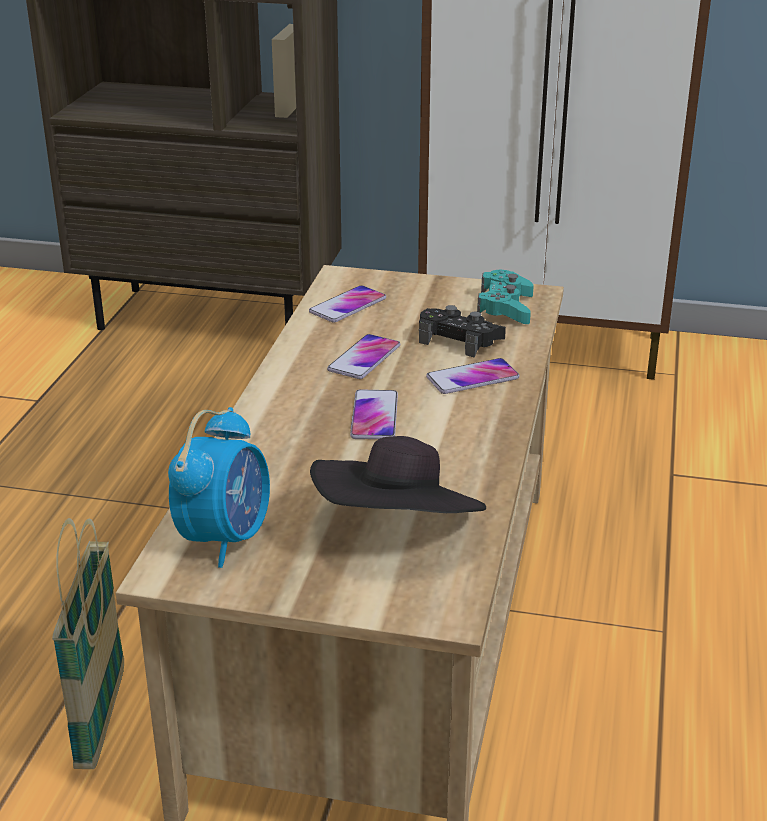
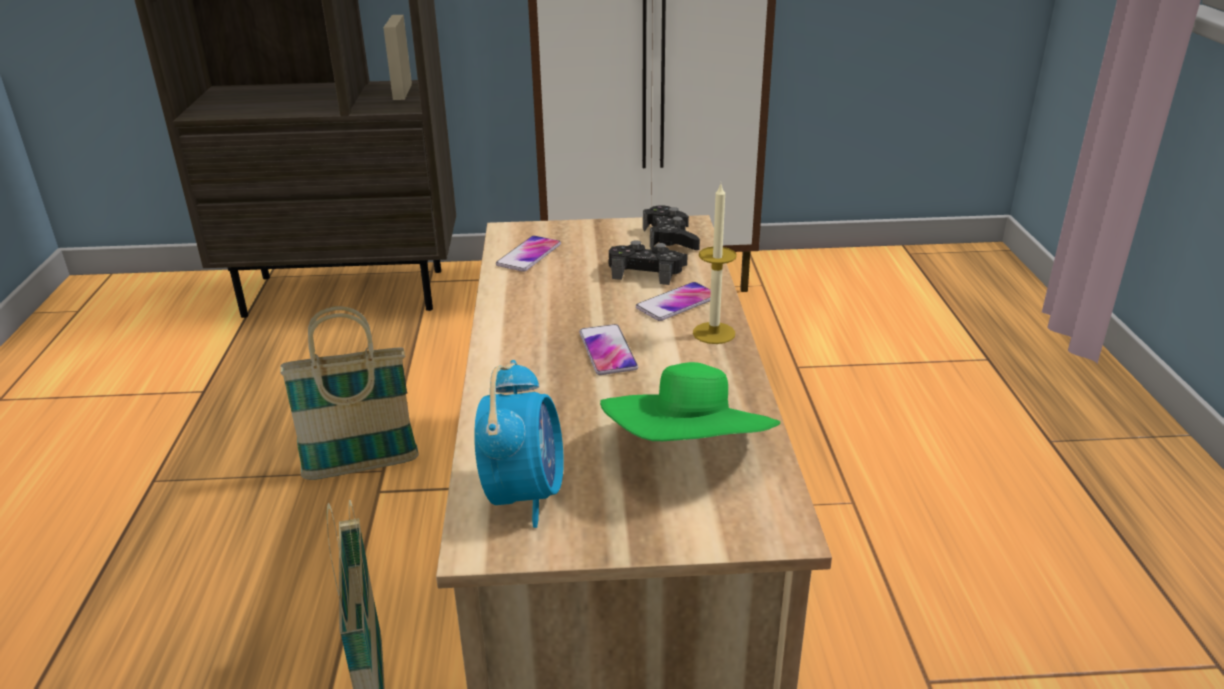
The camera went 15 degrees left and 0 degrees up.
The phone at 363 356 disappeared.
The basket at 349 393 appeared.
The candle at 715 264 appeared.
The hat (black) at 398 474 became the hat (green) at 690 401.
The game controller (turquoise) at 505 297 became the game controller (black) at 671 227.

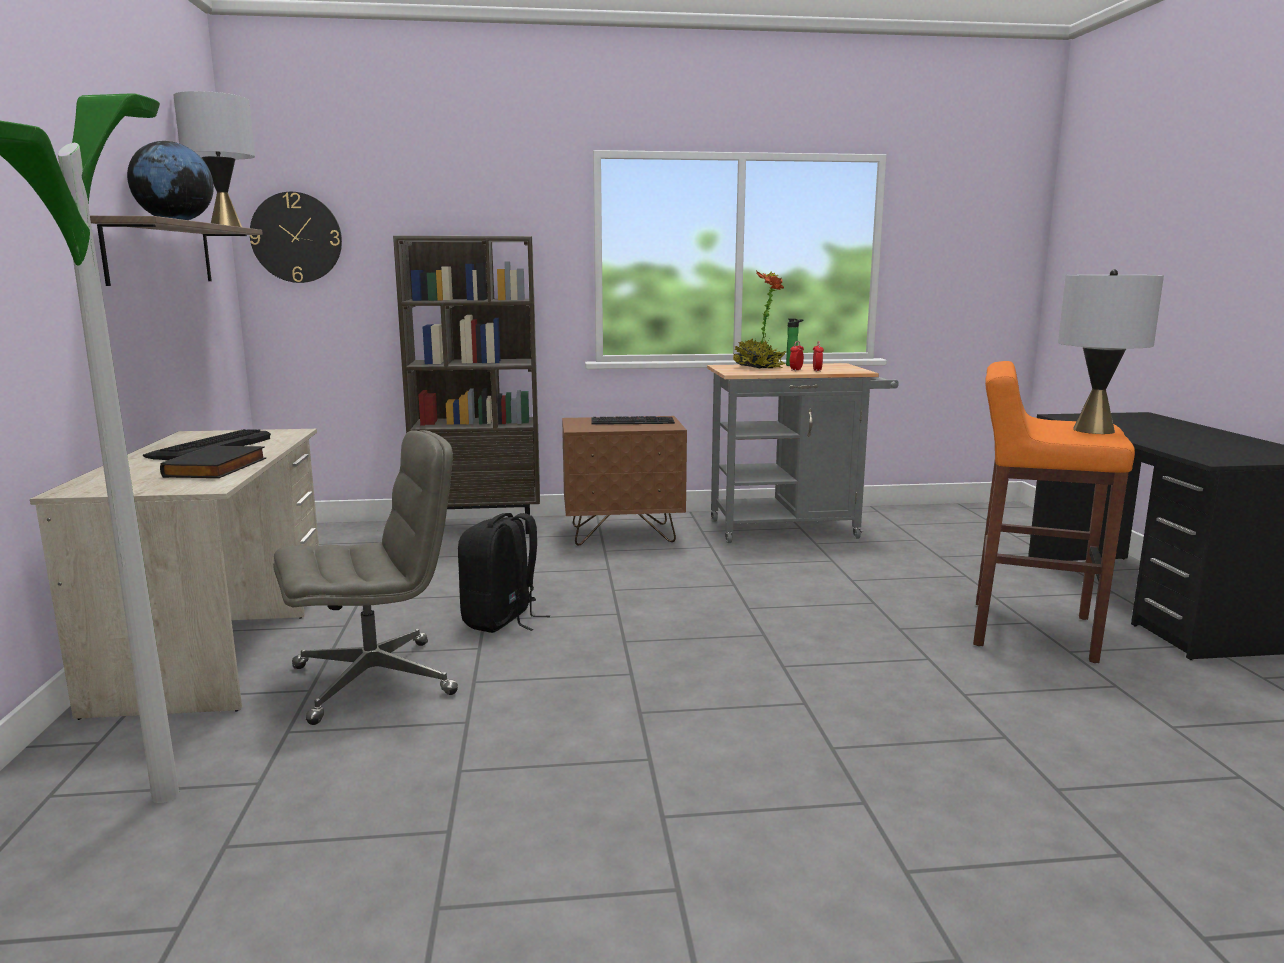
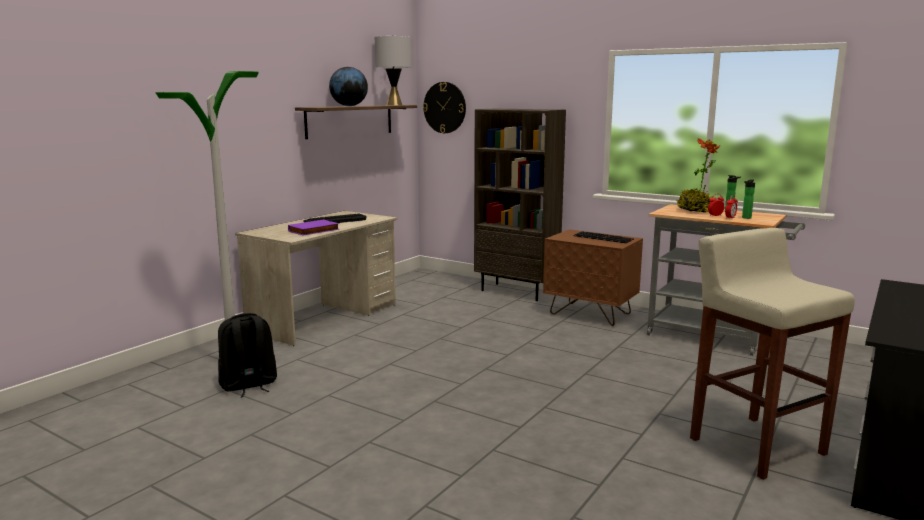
The camera went 40 degrees right and 0 degrees up.
The office chair (grey) at 365 577 disappeared.
The table lamp (grey) at 1111 351 disappeared.
The bottle at 748 199 appeared.
The backpack (black) moved from 504 573 to 247 355.
The book (black) at 213 461 became the book (purple) at 314 228.
The stool (orange) at 1054 512 became the stool (beige) at 772 354.

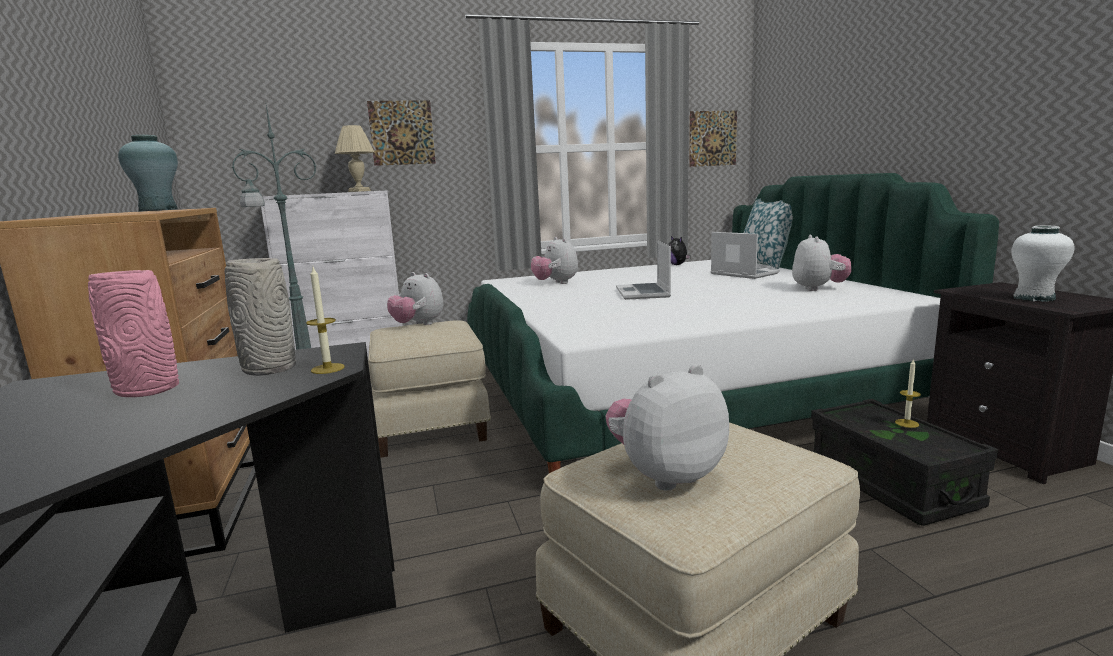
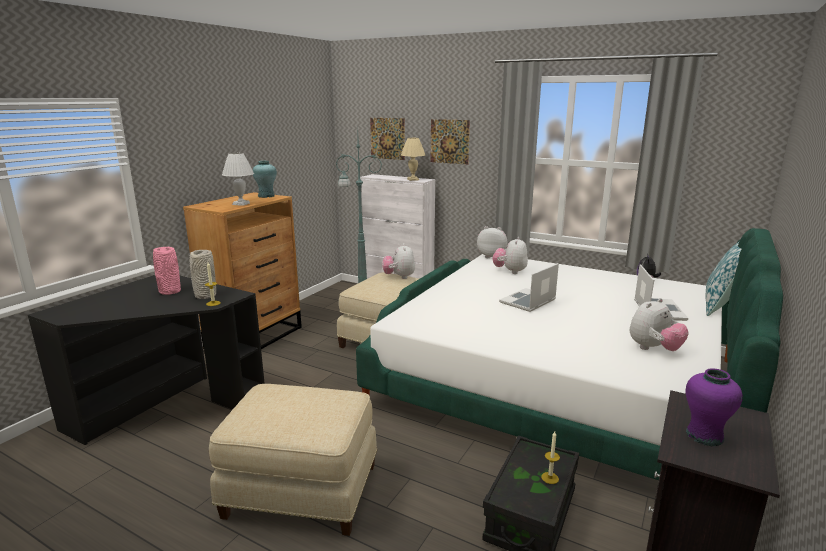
The camera went 45 degrees right and 5 degrees up.
The table lamp (white) at 238 179 appeared.
The plush toy moved from 667 427 to 492 242.
The picture moved from 713 139 to 387 139.
The vase (white) at 1043 263 became the vase (purple) at 714 407.

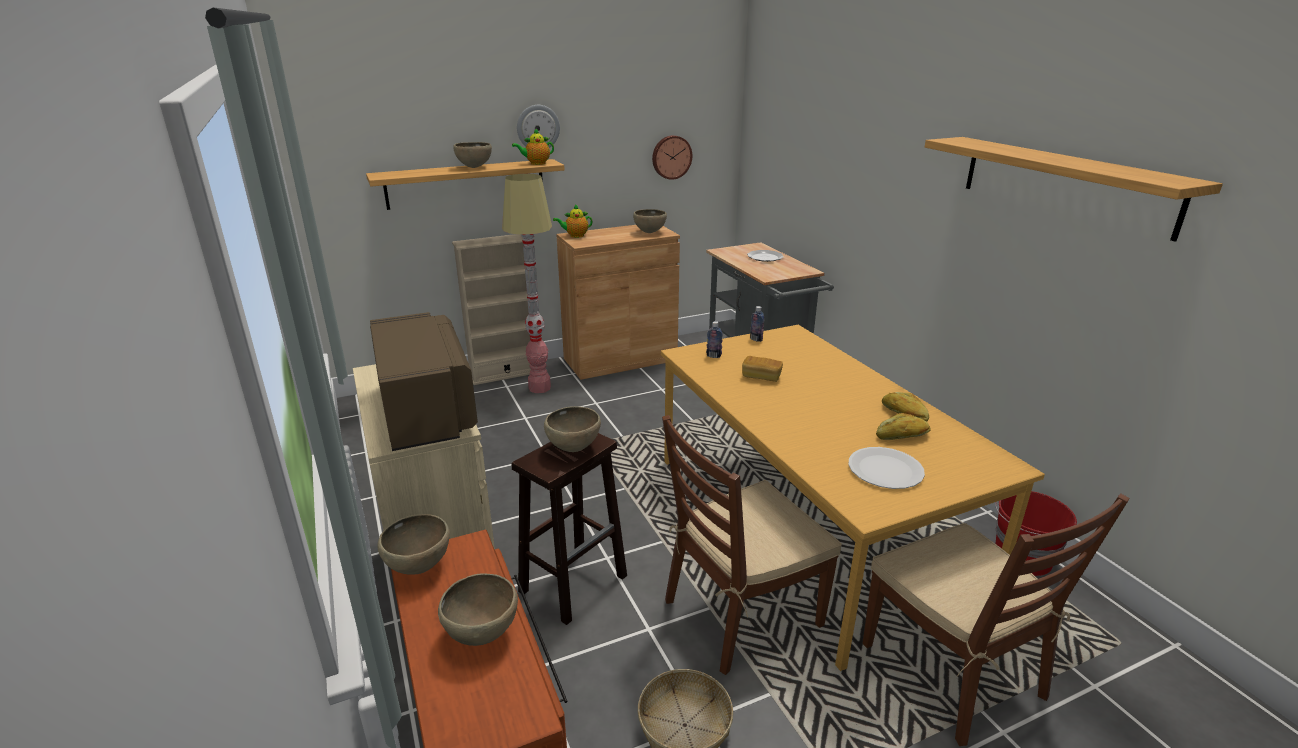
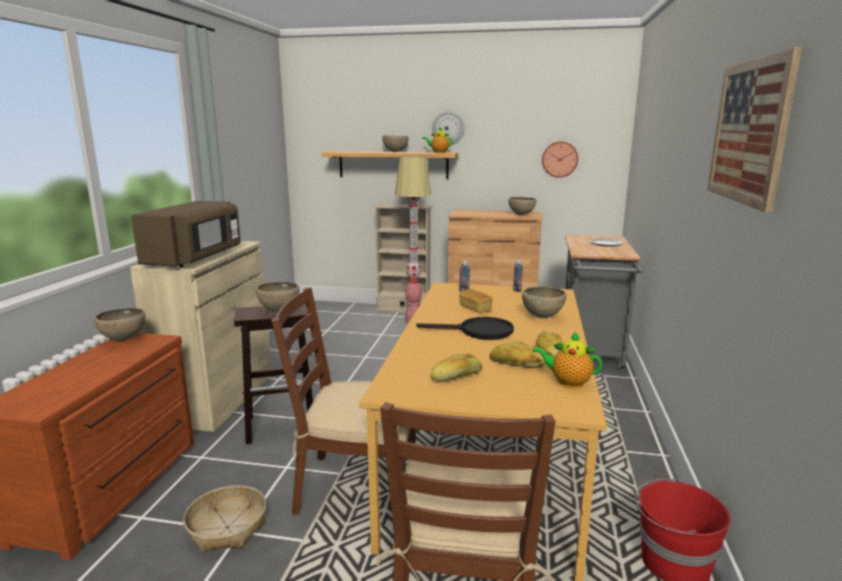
The camera went 35 degrees right and 10 degrees down.
The frying pan (black) at 465 328 appeared.
The bowl (brown) moved from 478 609 to 544 302.
The teapot moved from 572 221 to 567 359.
The plate (white) at 886 468 was replaced by the bread at 456 367.
The shelf at 1074 189 was replaced by the picture at 754 130.

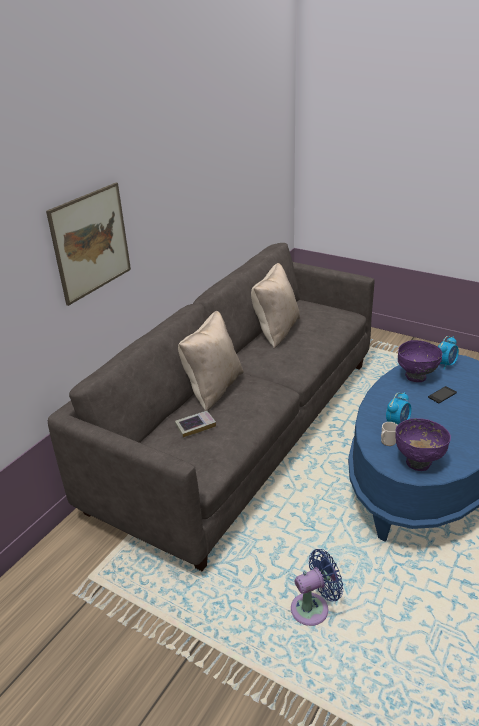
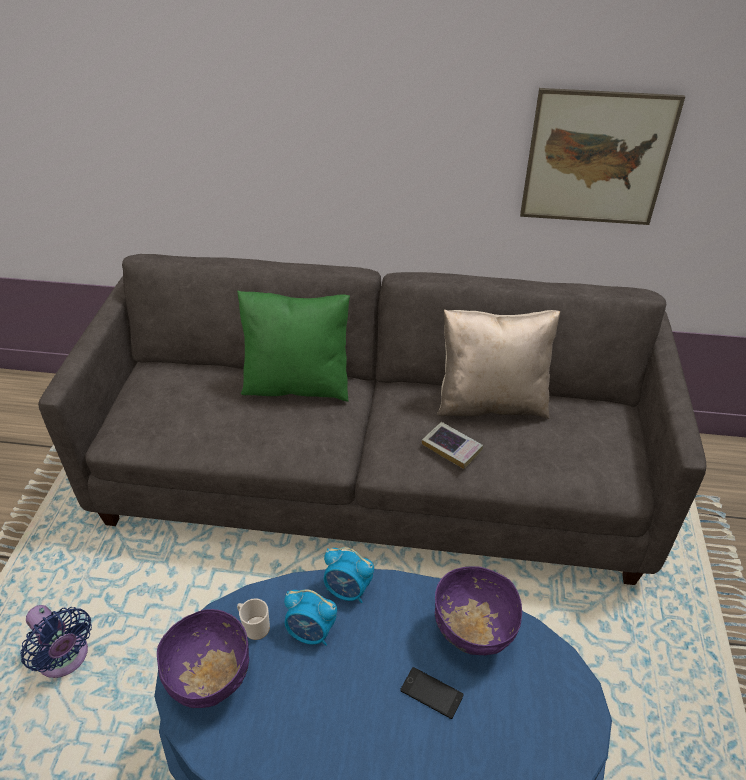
The camera went 65 degrees right and 10 degrees up.
The picture moved from 88 244 to 602 156.
The book moved from 195 424 to 452 445.
The alarm clock moved from 448 353 to 349 575.
The pillow (beige) at 211 361 became the pillow (green) at 293 346.

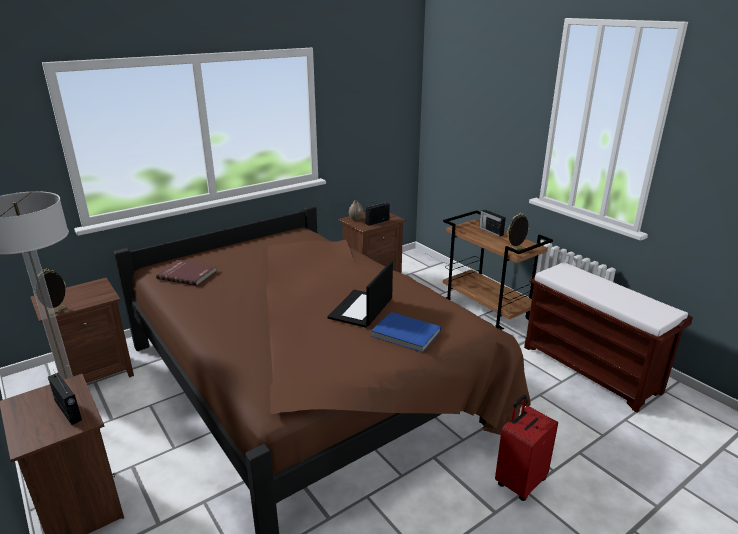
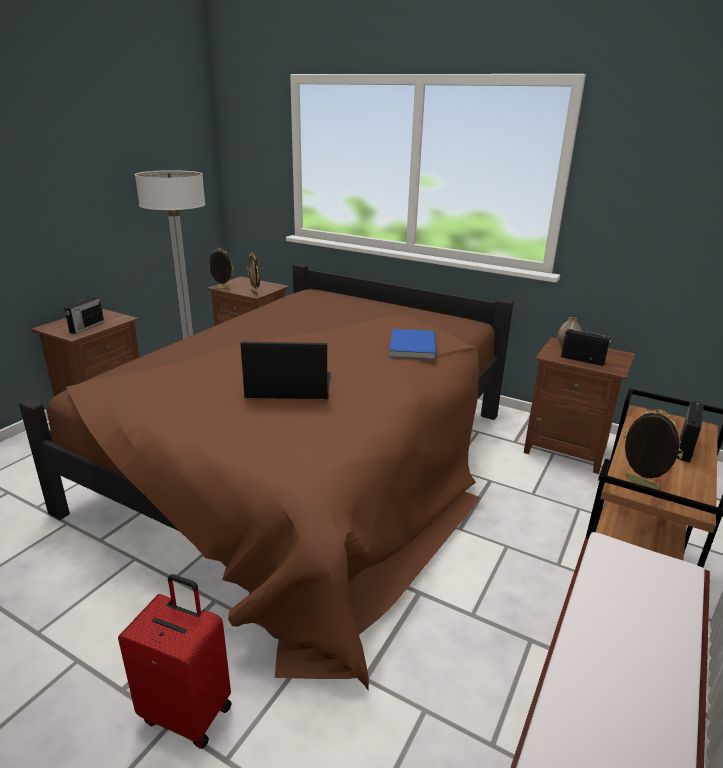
The camera went 65 degrees right and 0 degrees up.
The book (red) at 186 273 disappeared.
The picture frame at 253 274 appeared.
The book (blue) moved from 406 332 to 412 344.

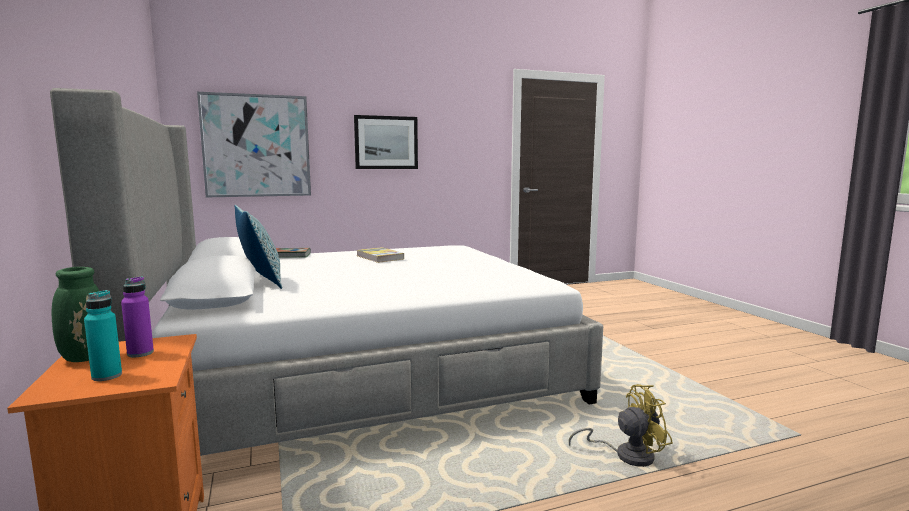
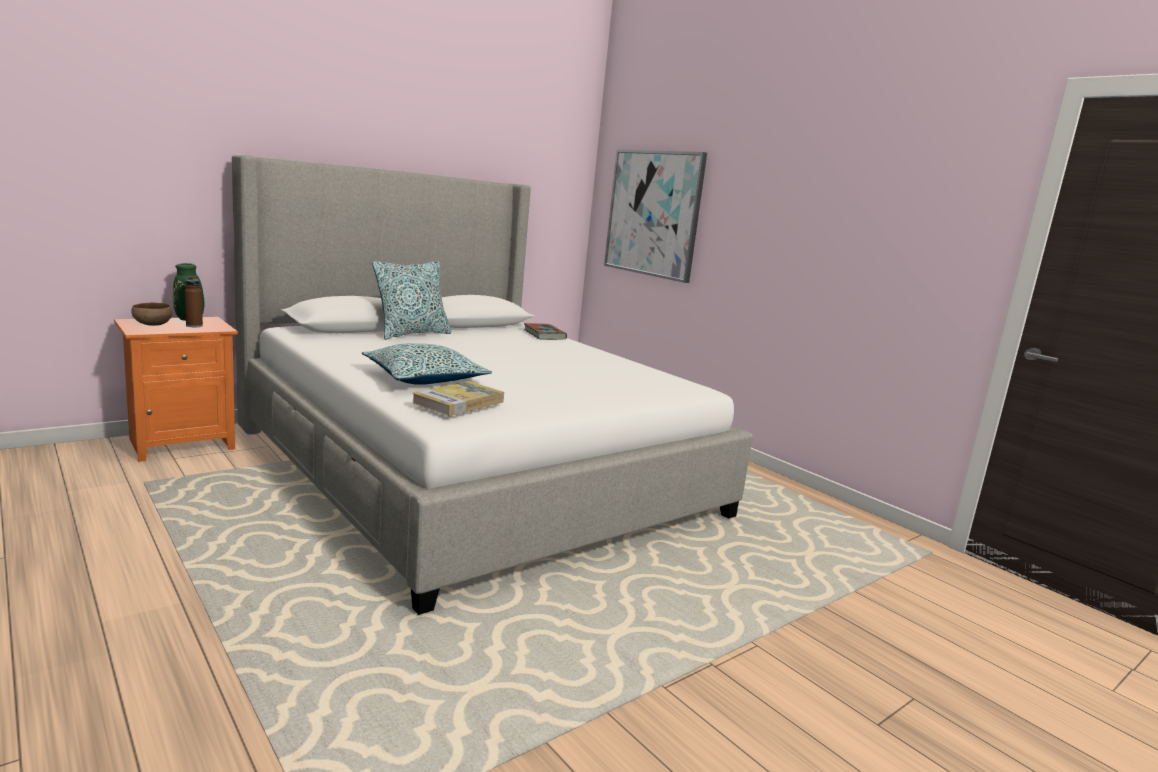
The camera went 70 degrees right and 5 degrees up.
The picture at 386 142 disappeared.
The fan (yellow) at 621 425 disappeared.
The pillow at 427 364 appeared.
The book moved from 380 255 to 458 398.
The bottle (turquoise) at 103 335 was replaced by the bowl (brown) at 151 314.
The bottle (purple) at 137 317 became the bottle (brown) at 194 301.

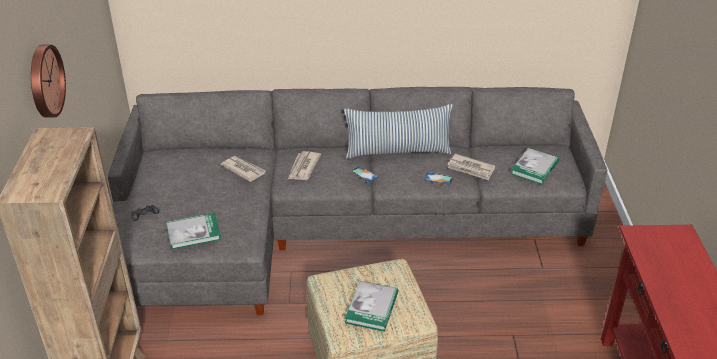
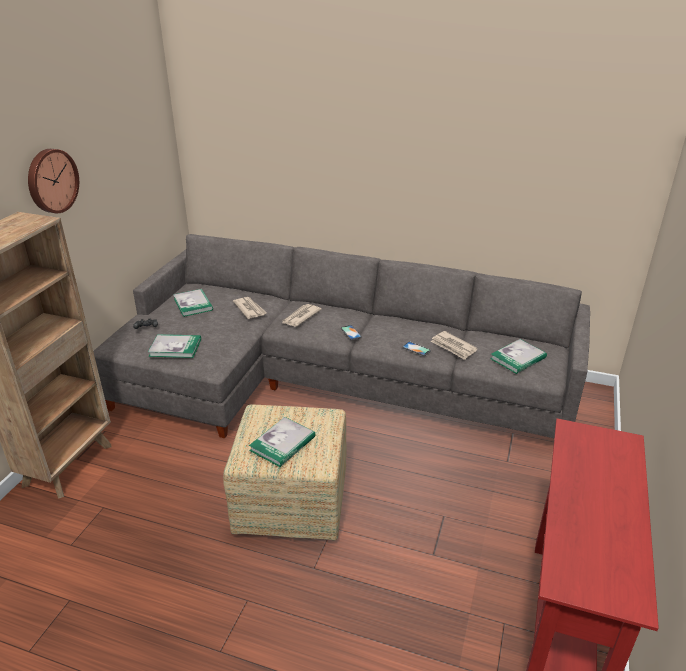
The camera went 20 degrees right and 5 degrees down.
The pillow at 398 131 disappeared.
The book at 193 303 appeared.

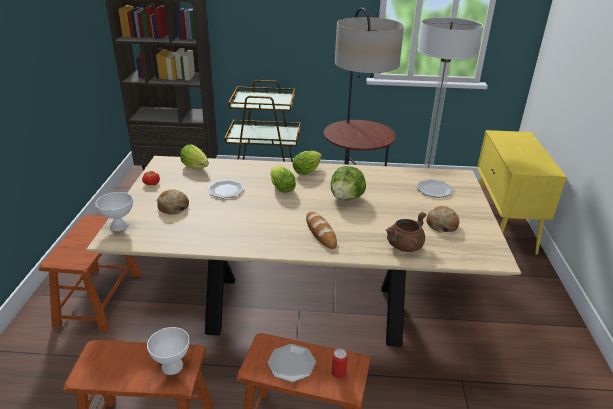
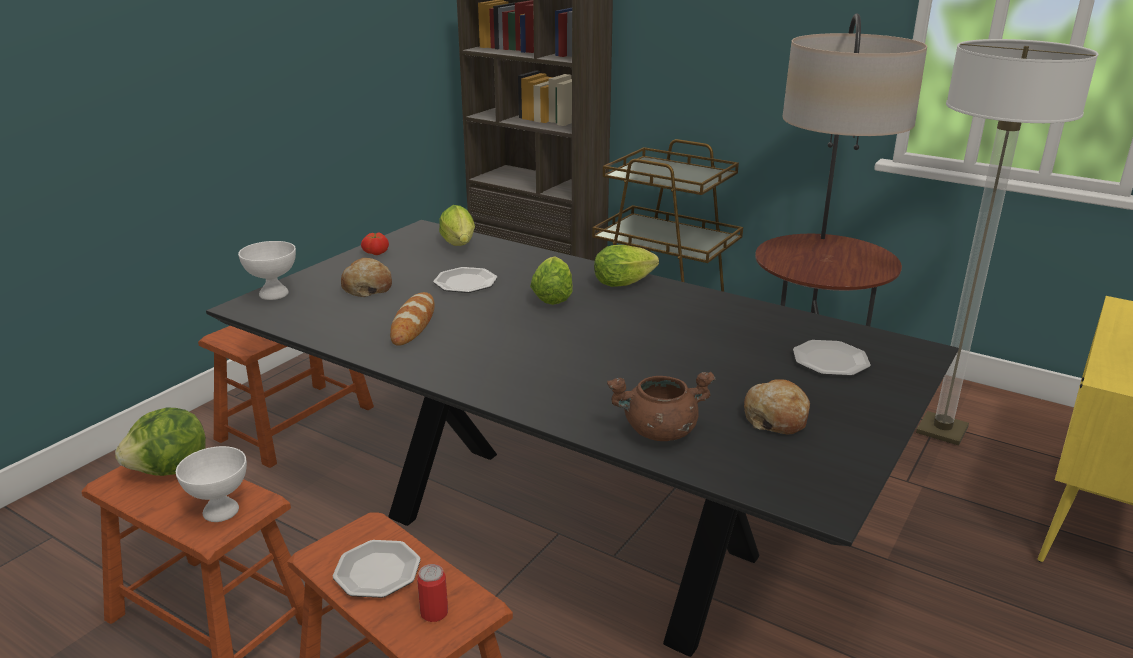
The camera went 30 degrees right and 5 degrees down.
The bread moved from 321 230 to 412 319.
The lettuce moved from 348 183 to 160 442.
The dining table (beige) at 303 251 became the dining table (black) at 582 438.

